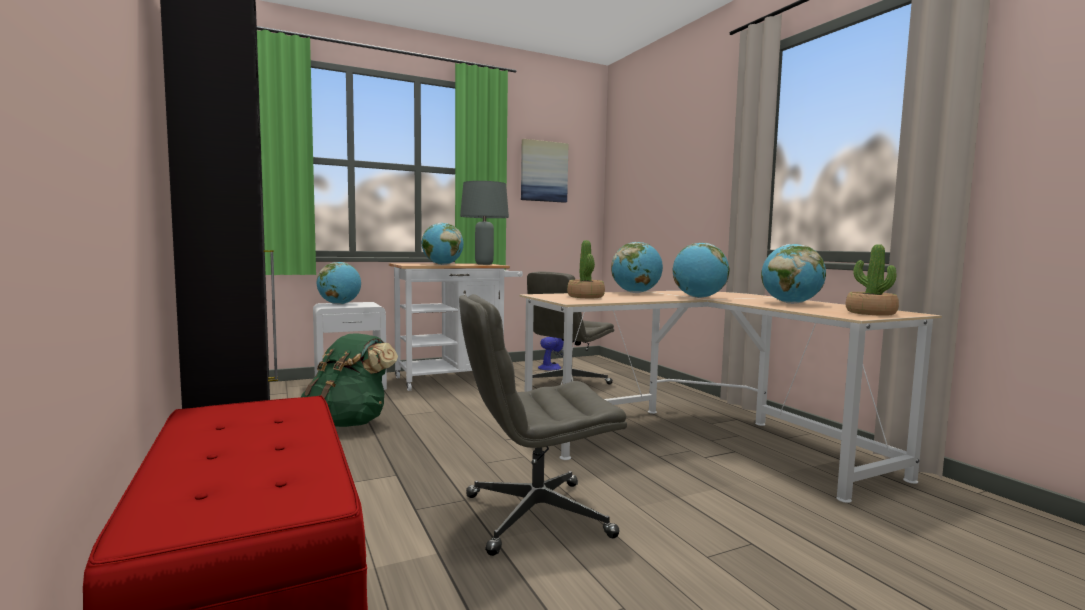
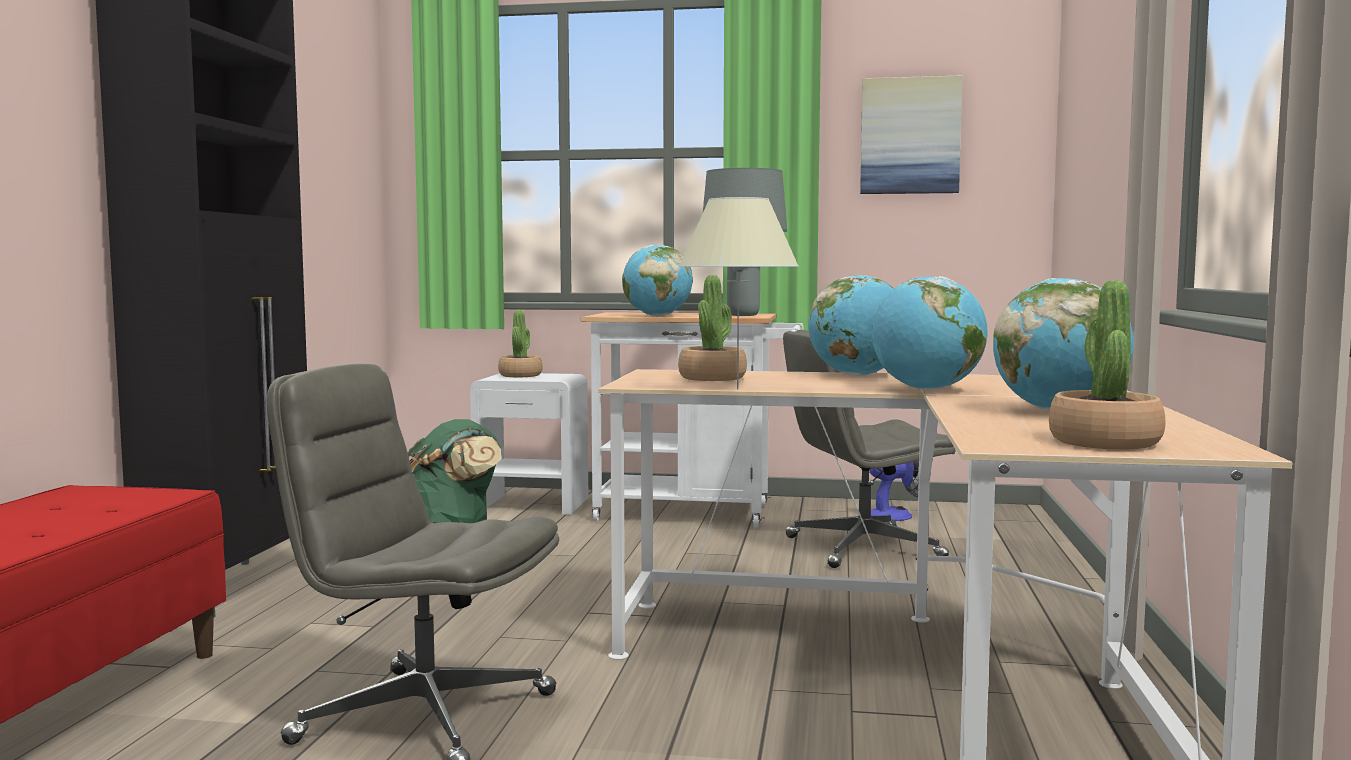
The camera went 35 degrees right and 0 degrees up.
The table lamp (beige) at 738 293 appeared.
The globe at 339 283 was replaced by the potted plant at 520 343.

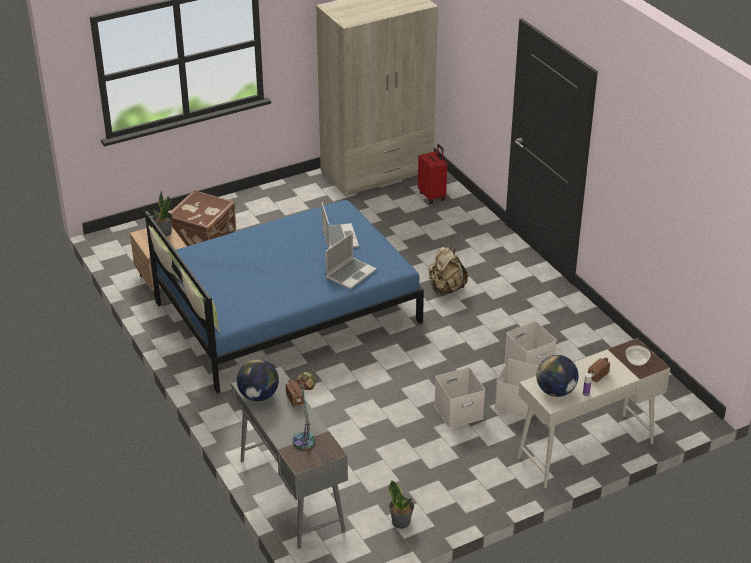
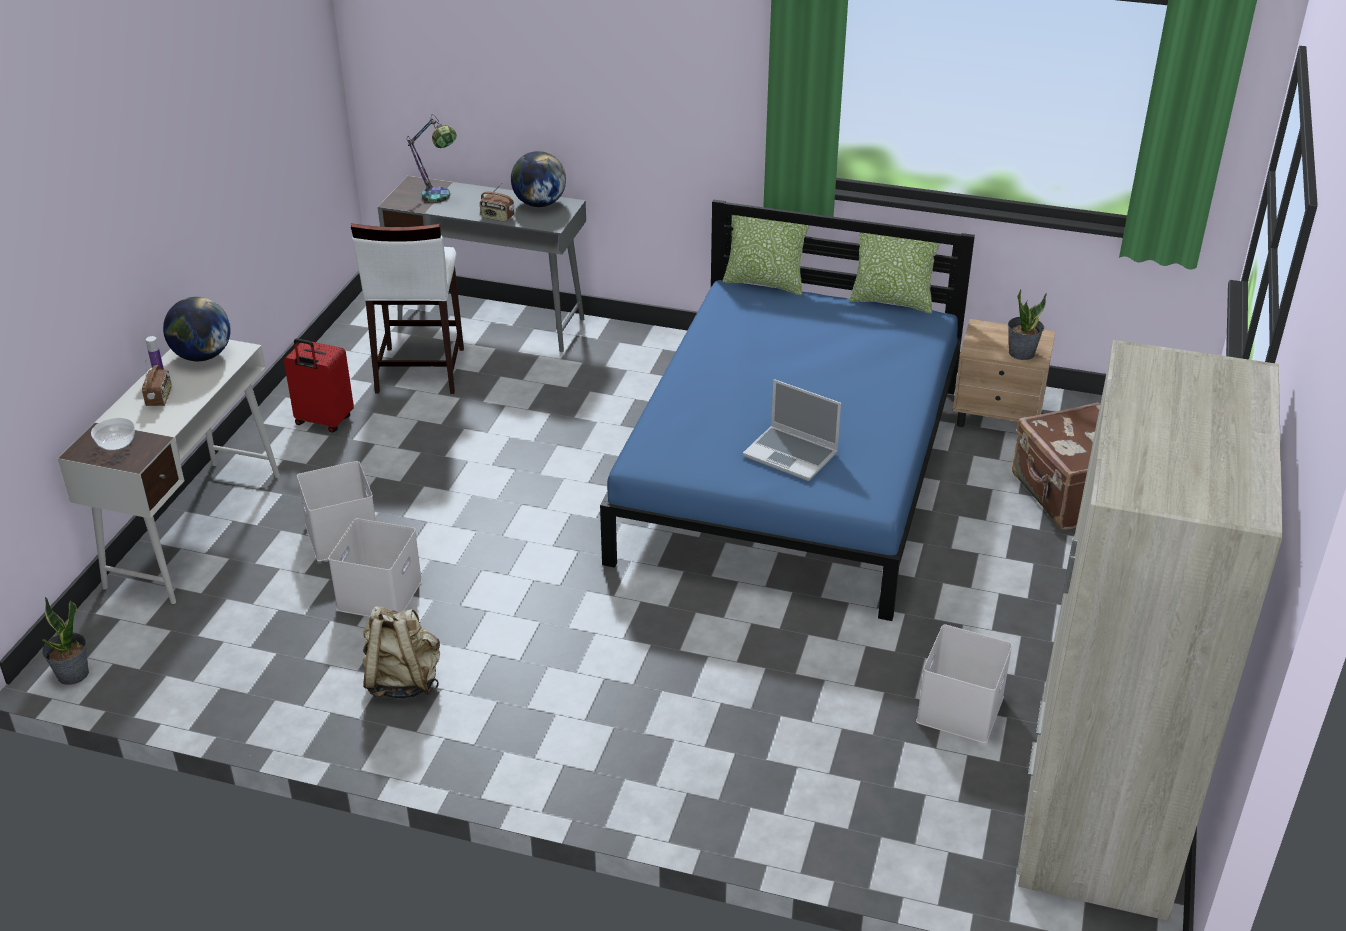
The camera went 135 degrees right and 0 degrees up.
The laptop at 351 260 disappeared.
The stool (white) at 407 308 appeared.
The potted plant moved from 401 504 to 65 641.
The suitcase (red) moved from 432 174 to 319 385.
The backpack (beige) moved from 448 270 to 401 652.
The storage box (white) moved from 459 397 to 964 683.

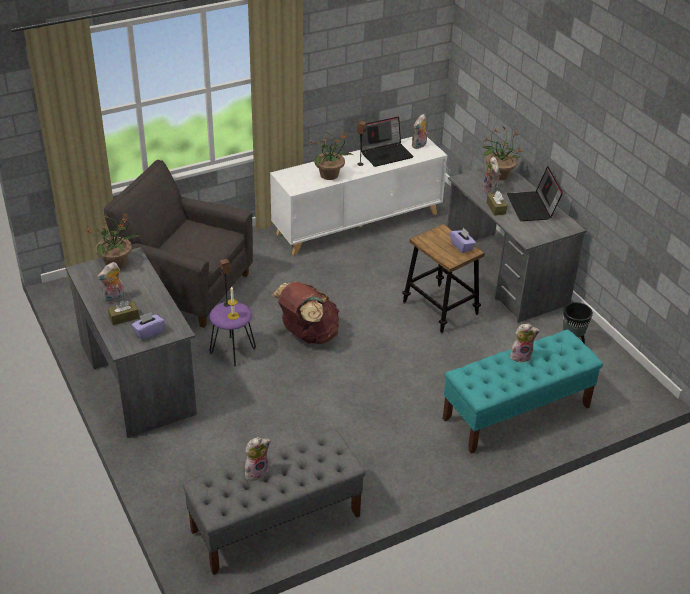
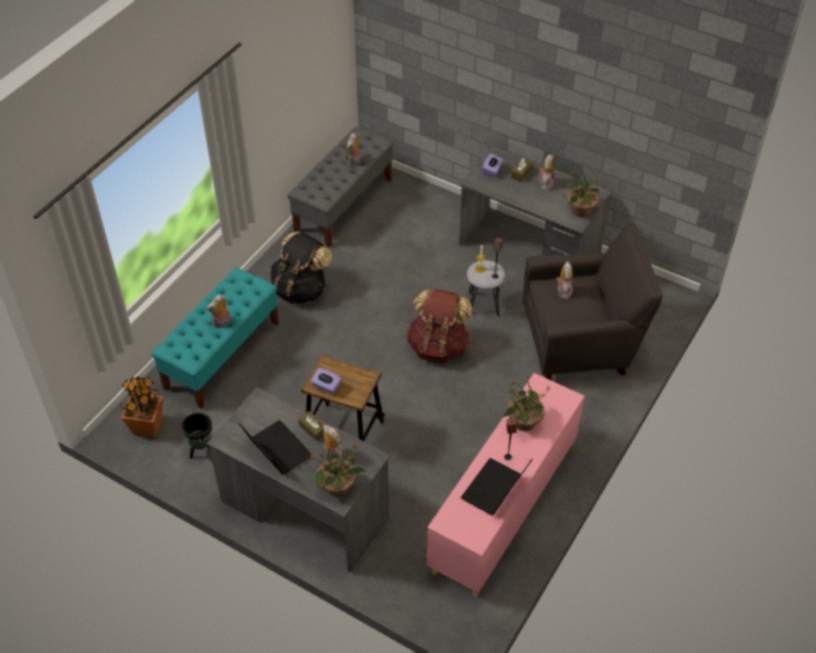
The camera went 150 degrees right and 10 degrees up.
The potted plant at 141 406 appeared.
The backpack (black) at 301 267 appeared.
The plush toy moved from 419 131 to 564 280.
The stool (purple) at 232 333 became the stool (grey) at 486 288.
The cabinet (white) at 358 196 became the cabinet (pink) at 505 485.

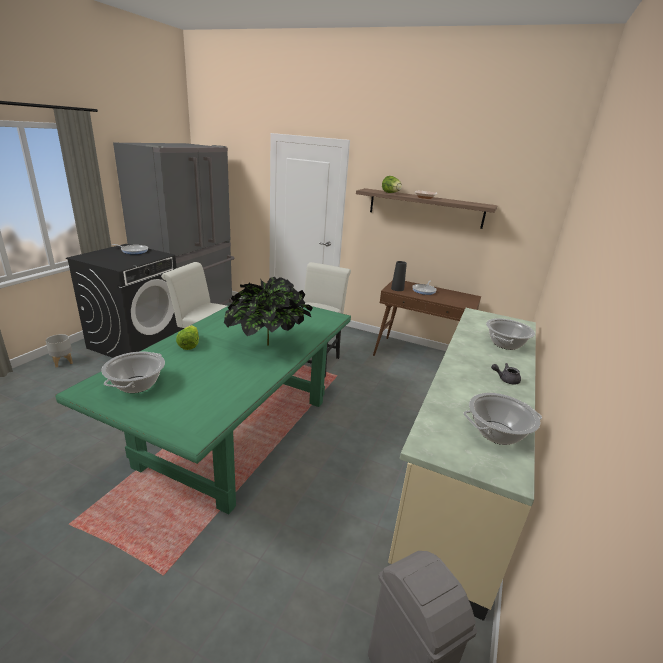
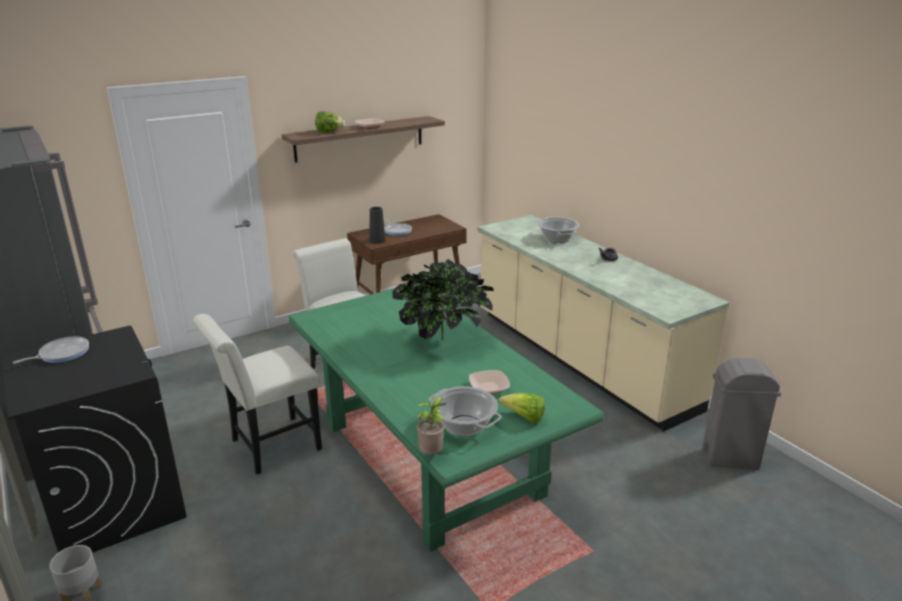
The camera went 55 degrees left and 0 degrees up.
The cooking pot at 502 419 disappeared.
The potted plant at 432 425 appeared.
The bowl at 489 382 appeared.
The lettuce moved from 187 337 to 522 408.

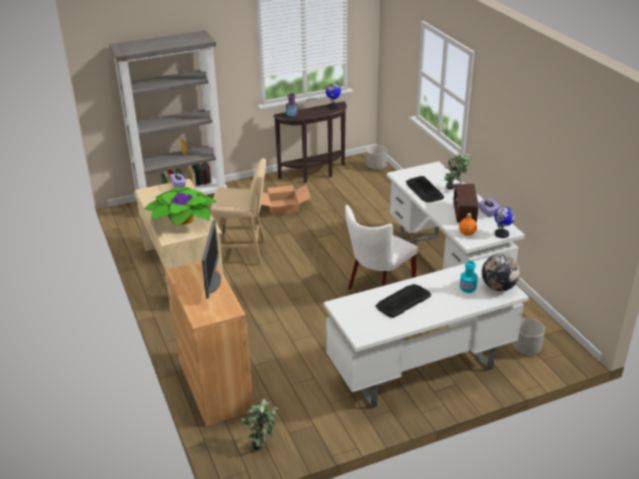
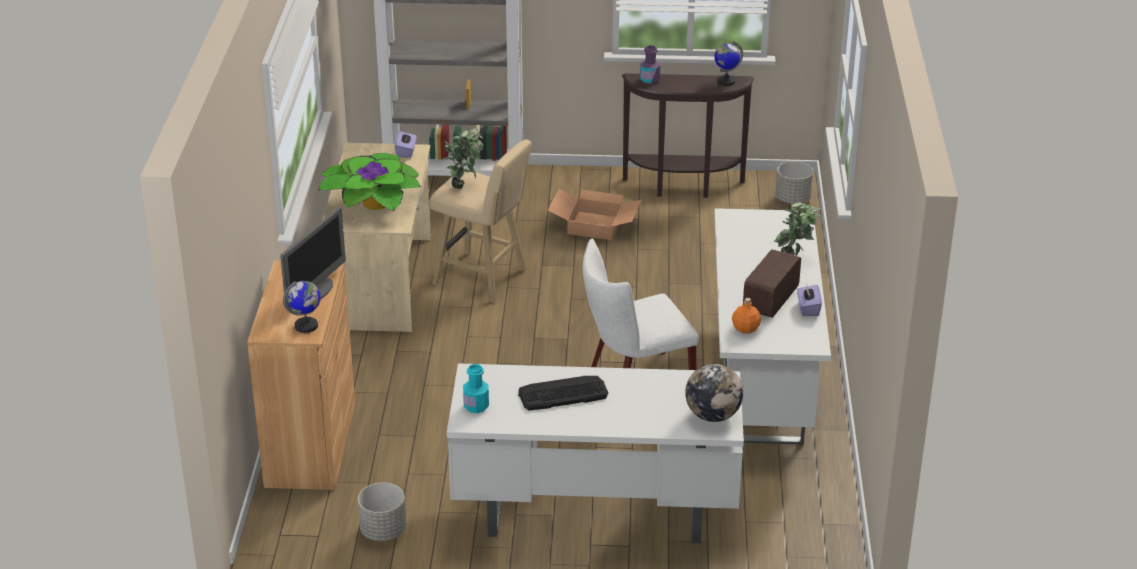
The camera went 25 degrees right and 0 degrees up.
The keyboard at 425 189 disappeared.
The potted plant moved from 259 424 to 463 158.
The bottle (turquoise) moved from 469 277 to 476 388.
The globe moved from 505 222 to 302 307.
The planter (grey) moved from 528 336 to 382 512.

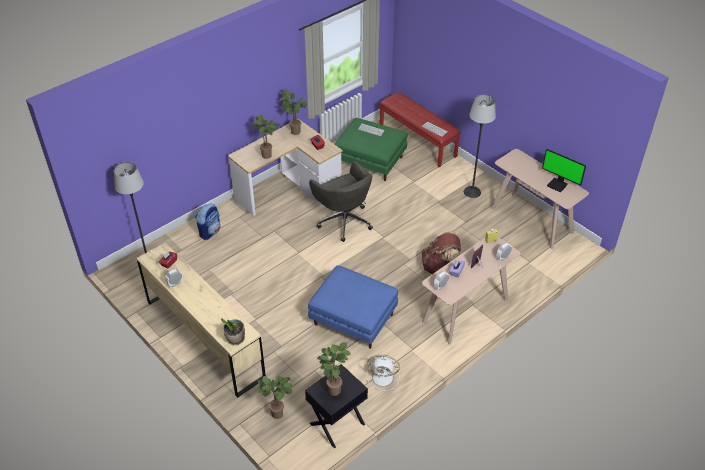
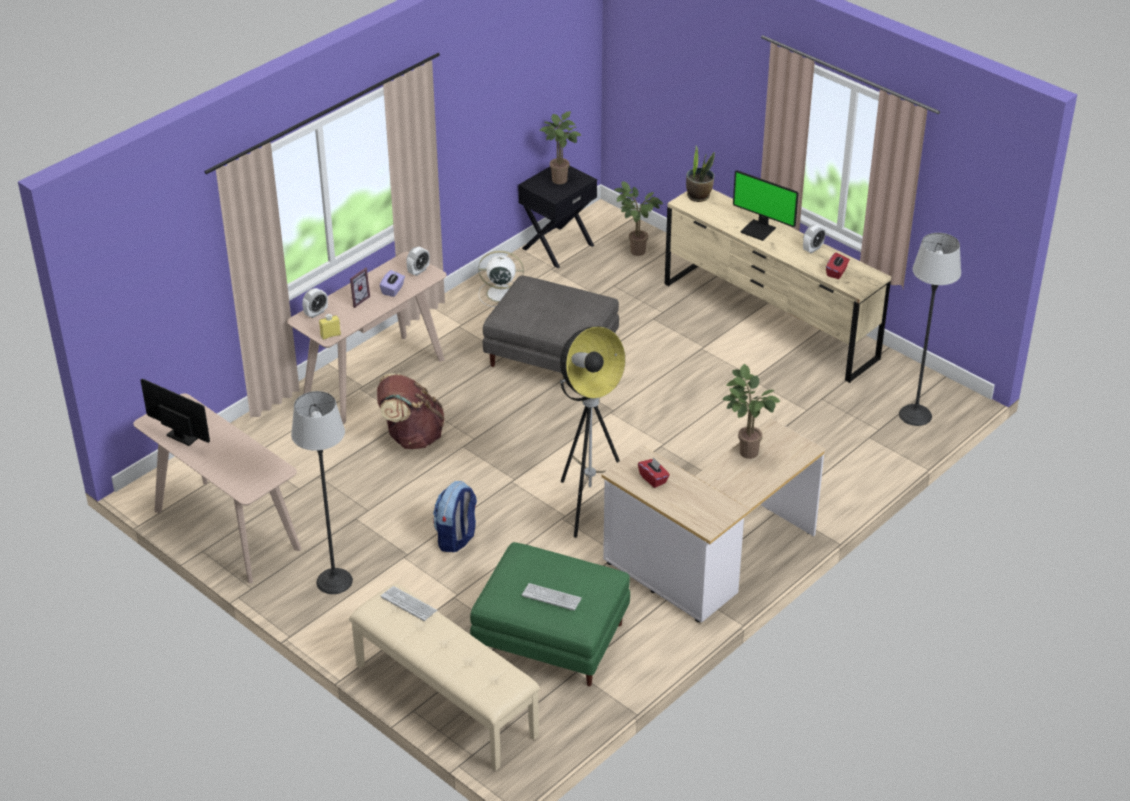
The camera went 175 degrees right and 5 degrees down.
The potted plant at 293 112 disappeared.
The monitor at 766 205 appeared.
The backpack moved from 208 221 to 455 516.
The office chair (grey) at 341 201 was replaced by the floor lamp at 592 432.
The ottoman (blue) at 353 307 became the ottoman (grey) at 551 324.
The bench (red) at 420 130 became the bench (beige) at 444 677.

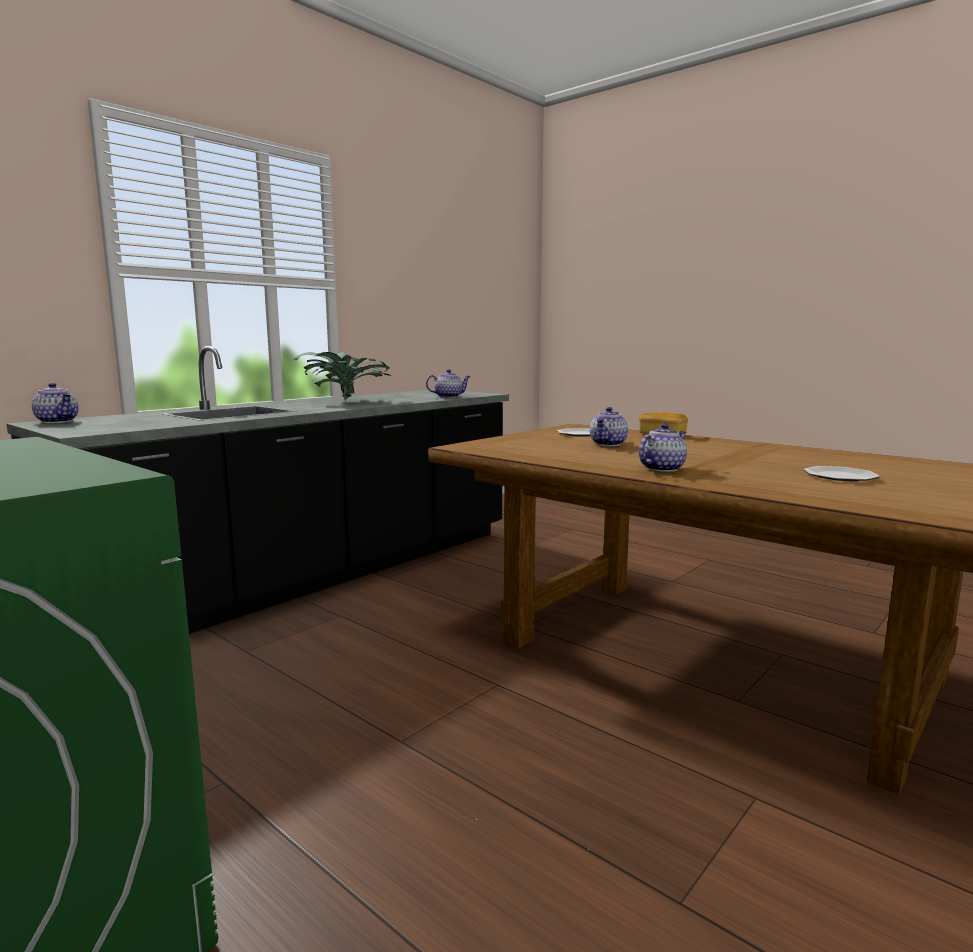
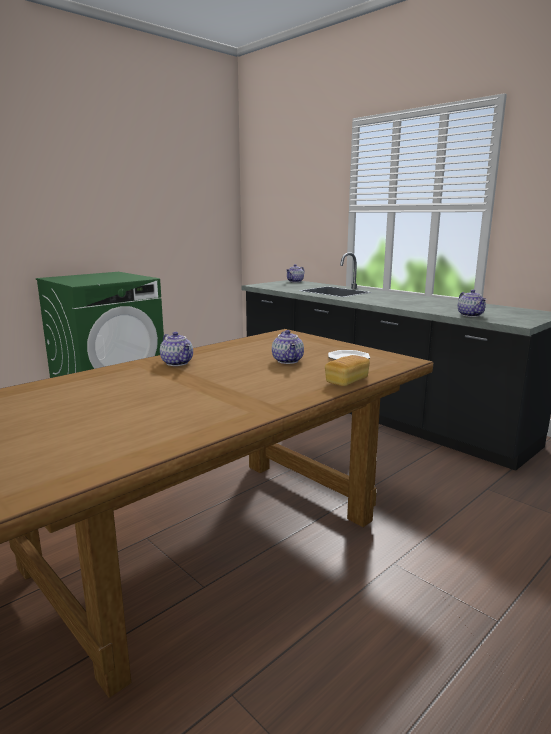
The camera went 95 degrees right and 5 degrees up.
The potted plant at 342 376 disappeared.
The plate at 842 473 disappeared.
The teapot at 609 426 turned 135 degrees counterclockwise.

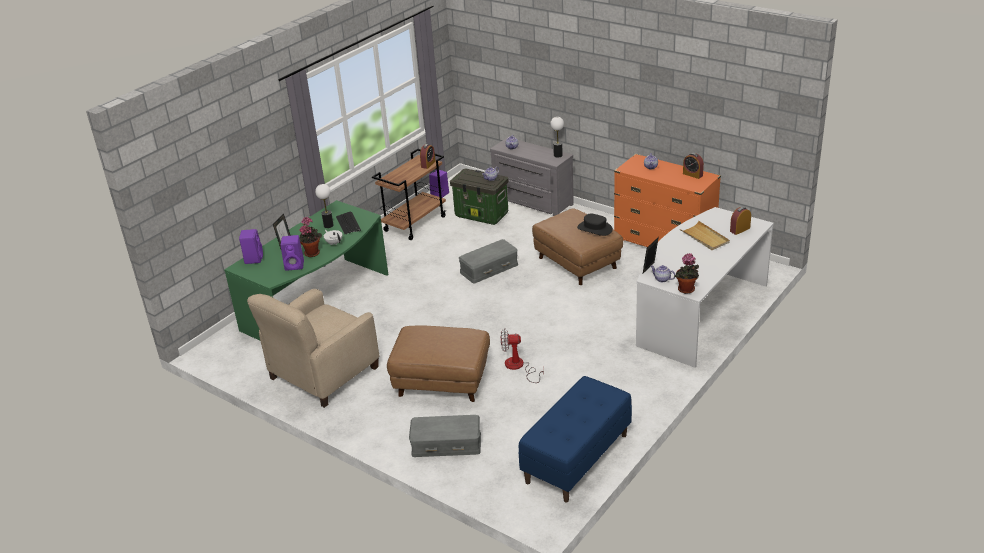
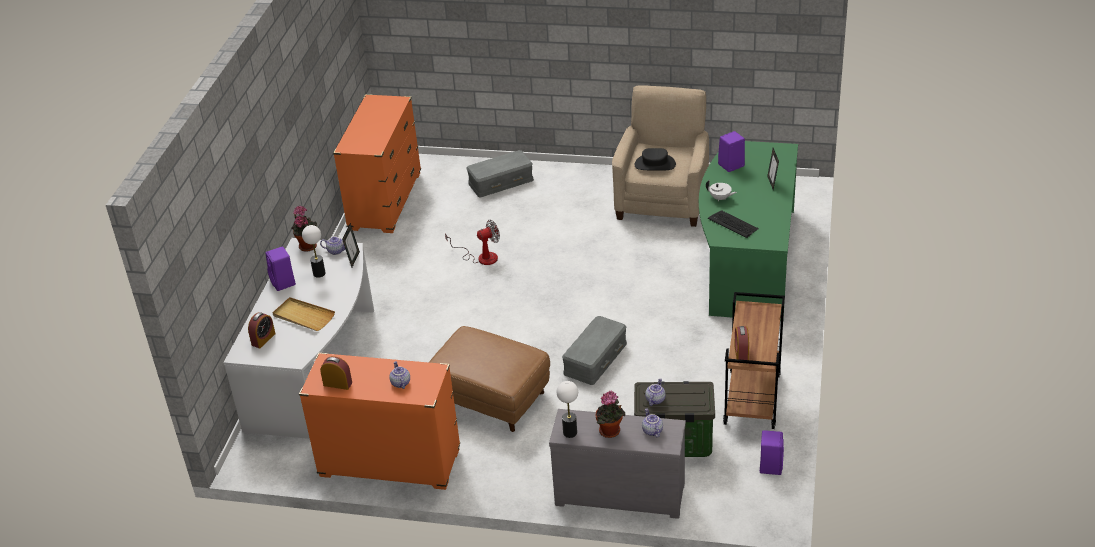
The camera went 155 degrees right and 5 degrees up.
The ottoman (brown) at 438 363 disappeared.
The speaker (purple) moved from 251 246 to 281 268.
The potted plant moved from 310 237 to 610 414.
The table lamp moved from 324 206 to 314 251.
The hat (black) moved from 595 225 to 655 159.
The bench (blue) at 575 439 was replaced by the dresser (orange) at 377 163.

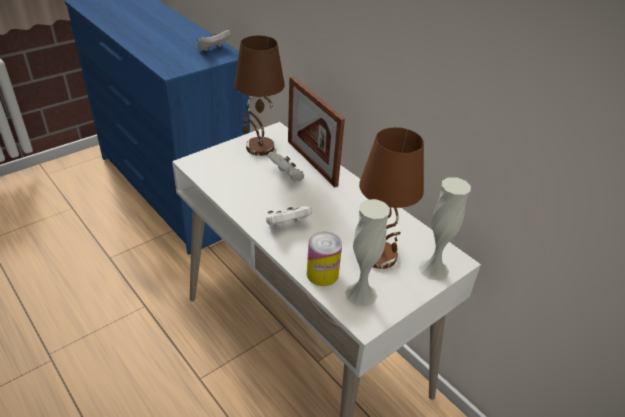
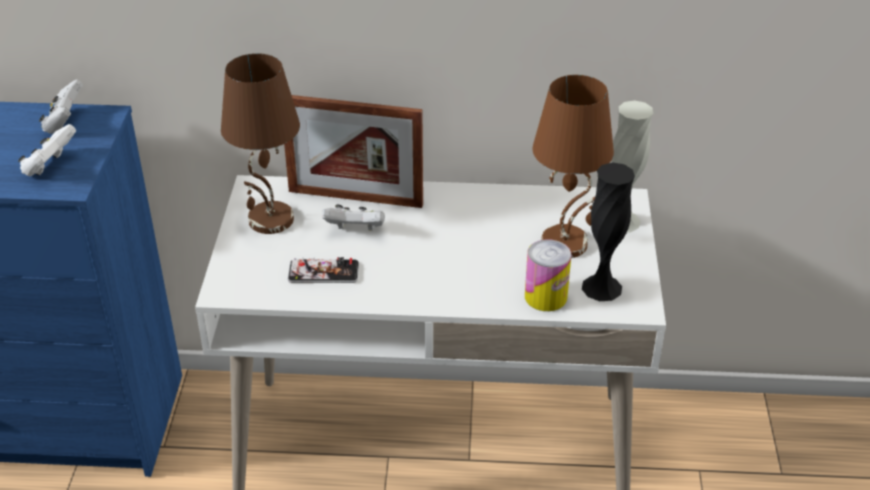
The camera went 45 degrees left and 0 degrees up.
The phone at 323 270 appeared.
The game controller (white) moved from 289 217 to 47 150.
The vase (white) at 367 253 became the vase (black) at 608 232.

